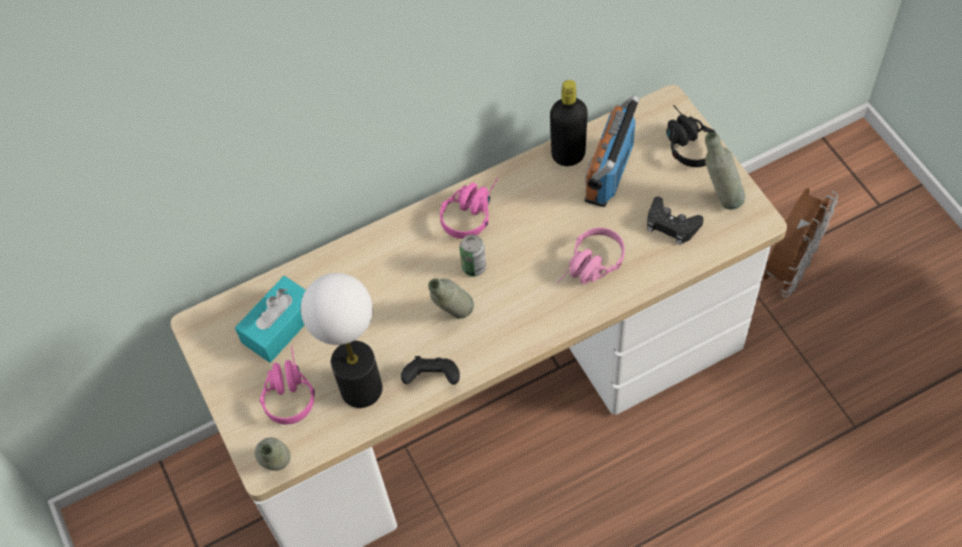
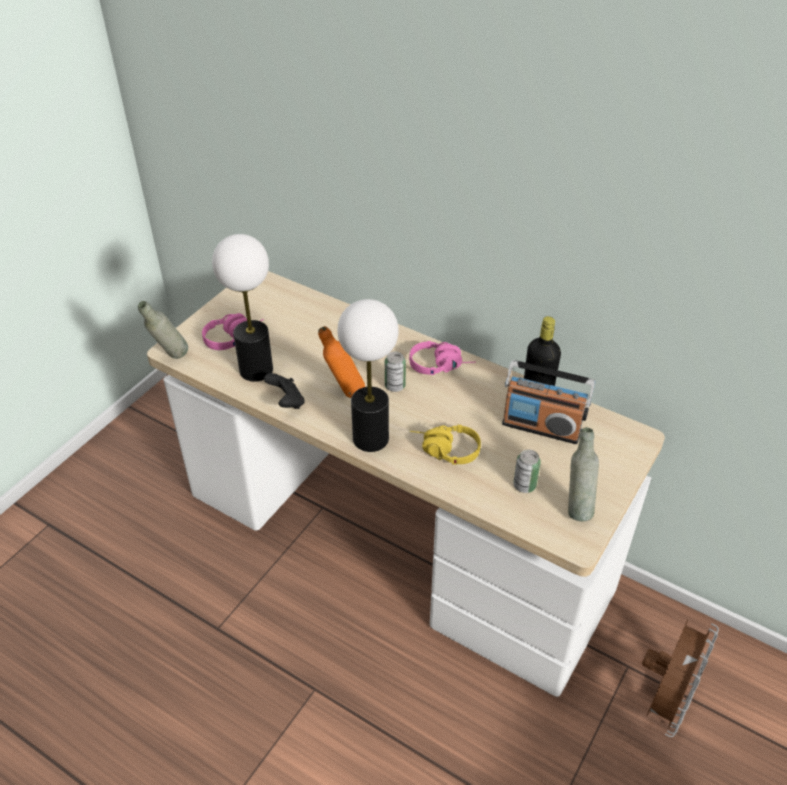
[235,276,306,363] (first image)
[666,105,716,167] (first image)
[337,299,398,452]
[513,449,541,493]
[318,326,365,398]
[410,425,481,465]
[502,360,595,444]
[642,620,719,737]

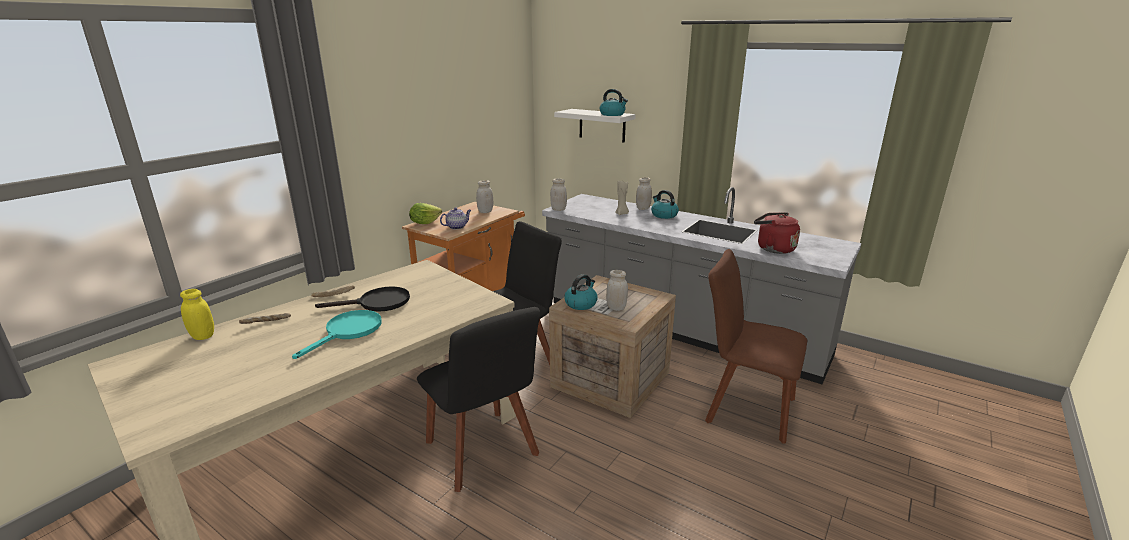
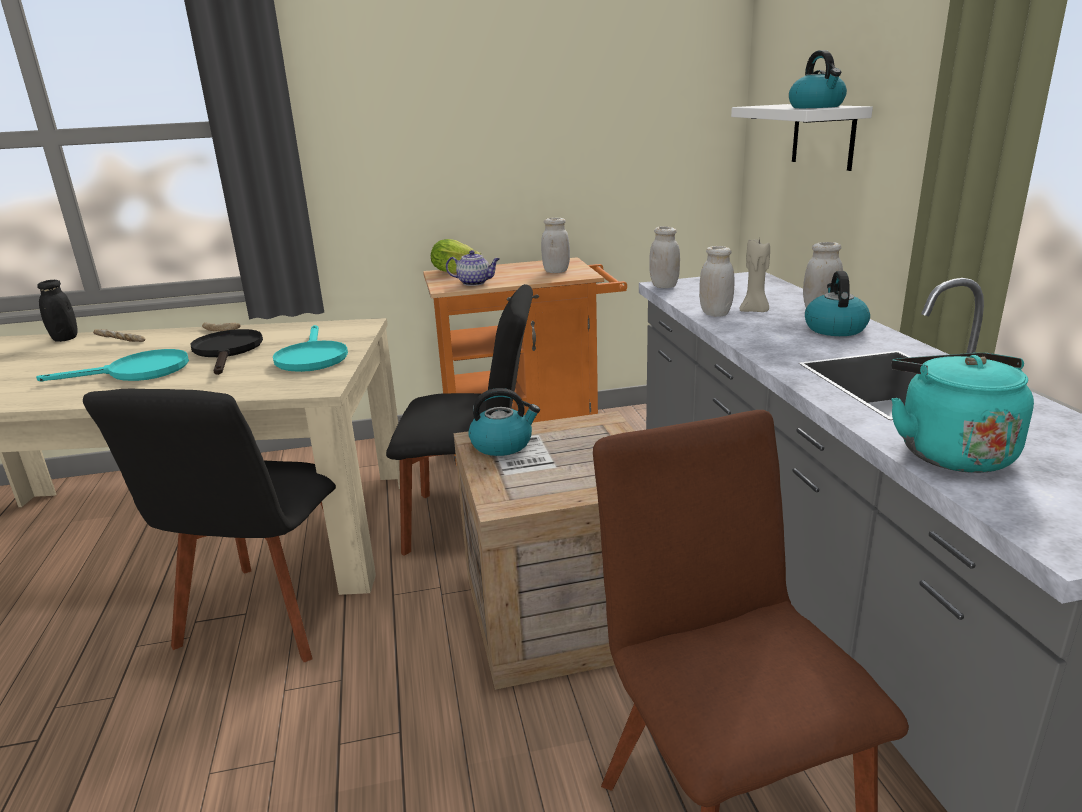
[273,325,348,372]
[699,246,735,317]
[37,280,78,342]
[891,353,1034,473]
[190,329,263,375]

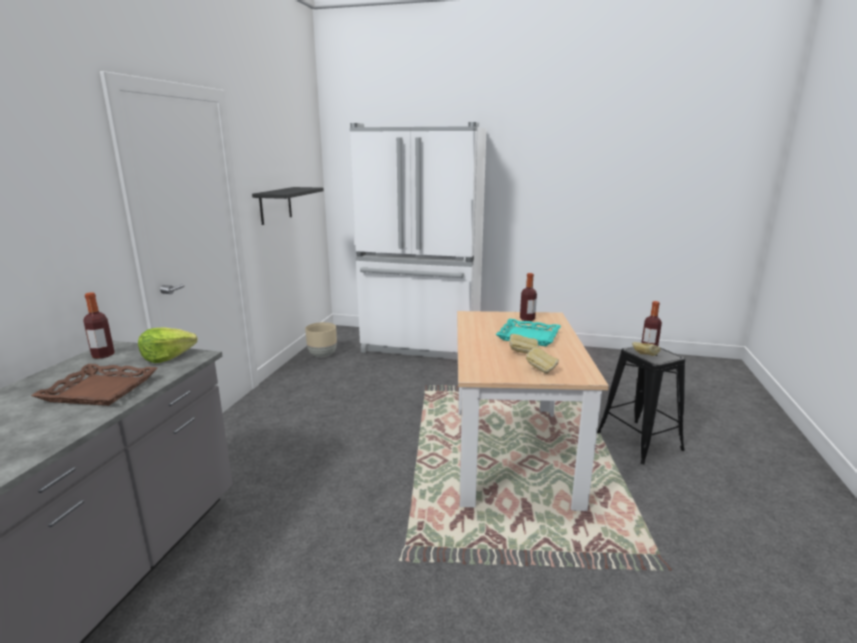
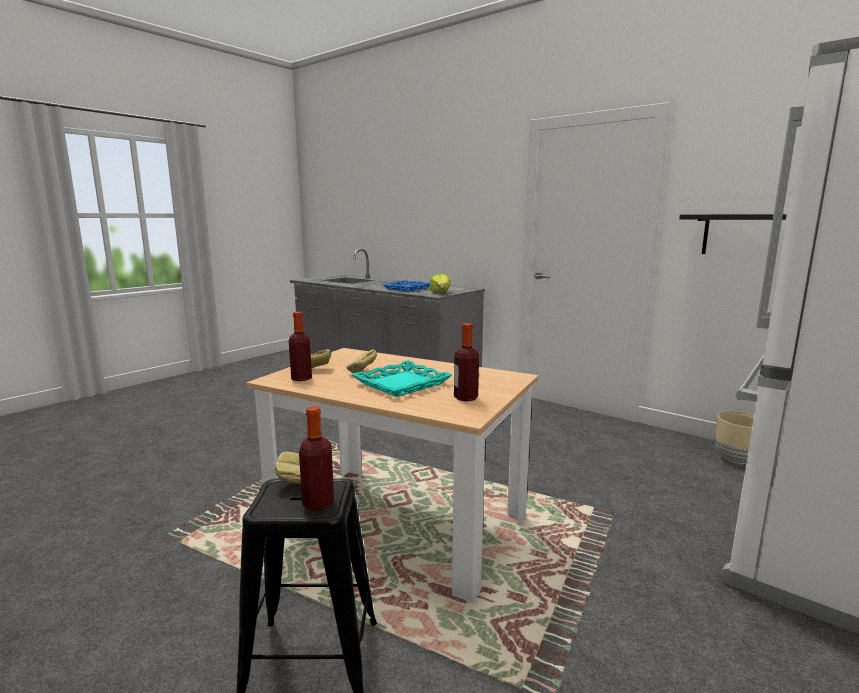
[289,312,312,381]
[382,280,430,292]

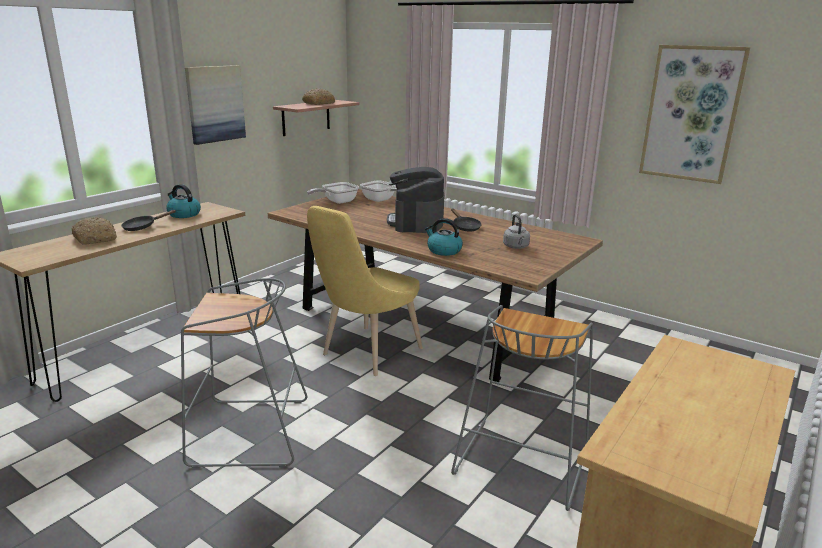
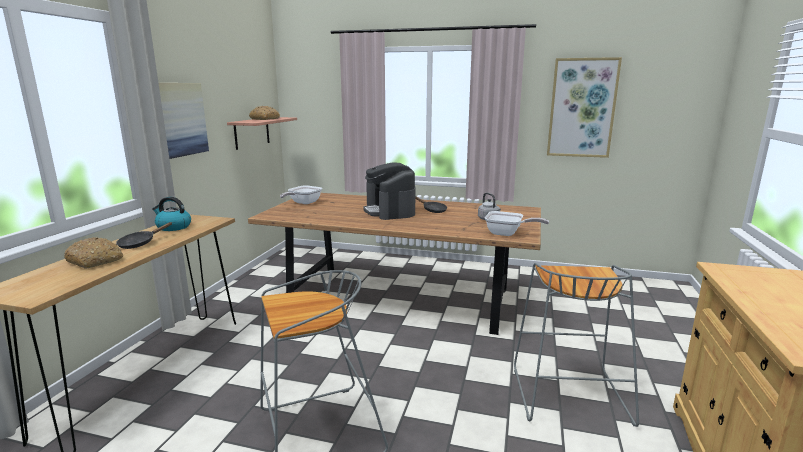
[307,206,423,376] (first image)
[425,218,463,256] (first image)
[485,211,549,236]

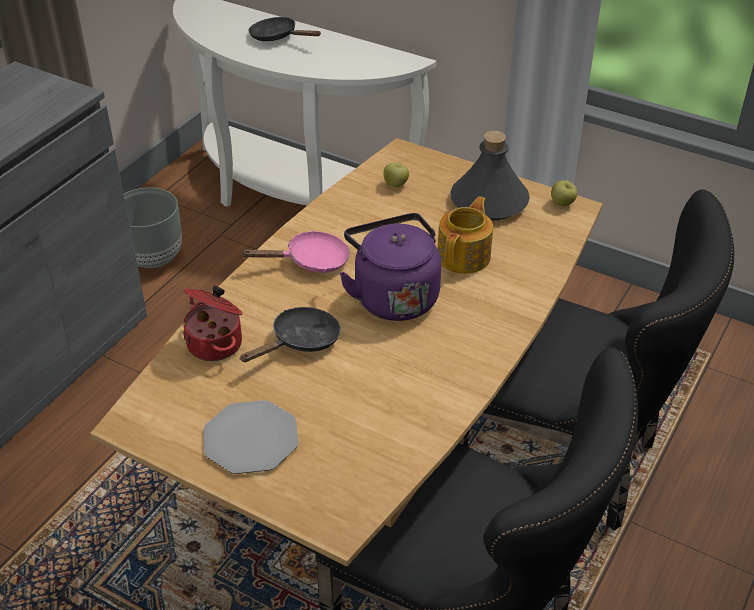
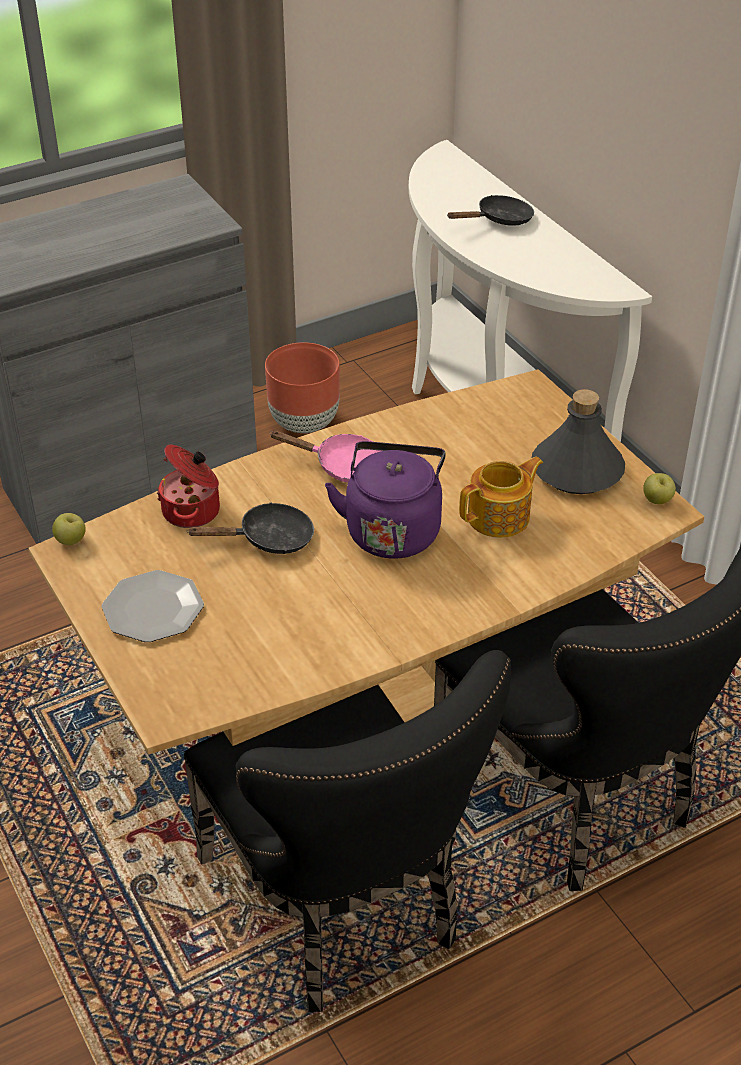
[52,513,86,545]
[265,342,340,433]
[447,195,534,226]

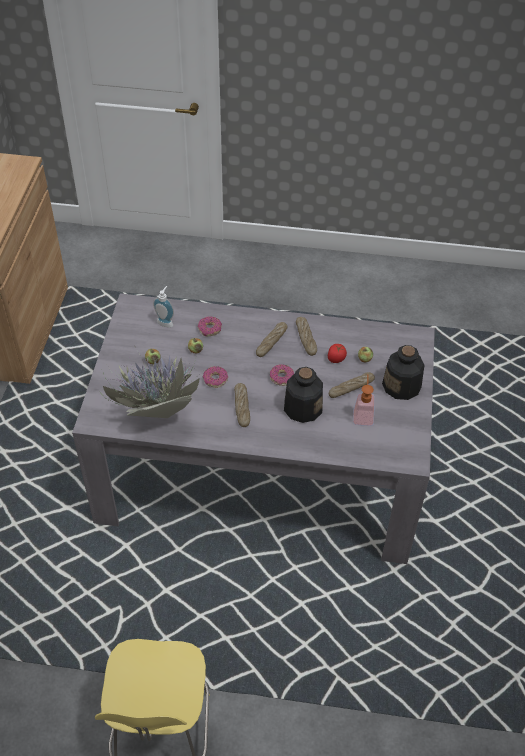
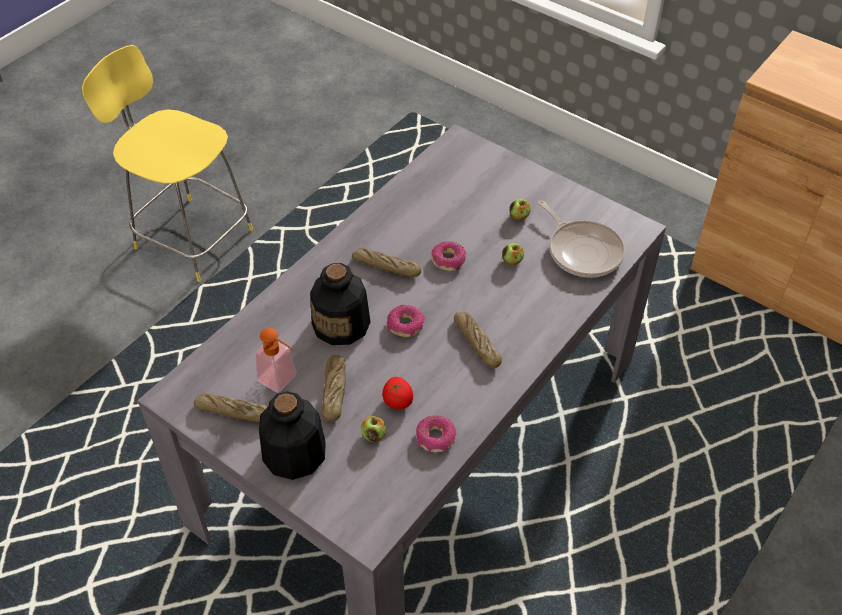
[99,351,203,418] (first image)
[416,415,456,452]
[194,393,268,422]
[538,200,625,278]

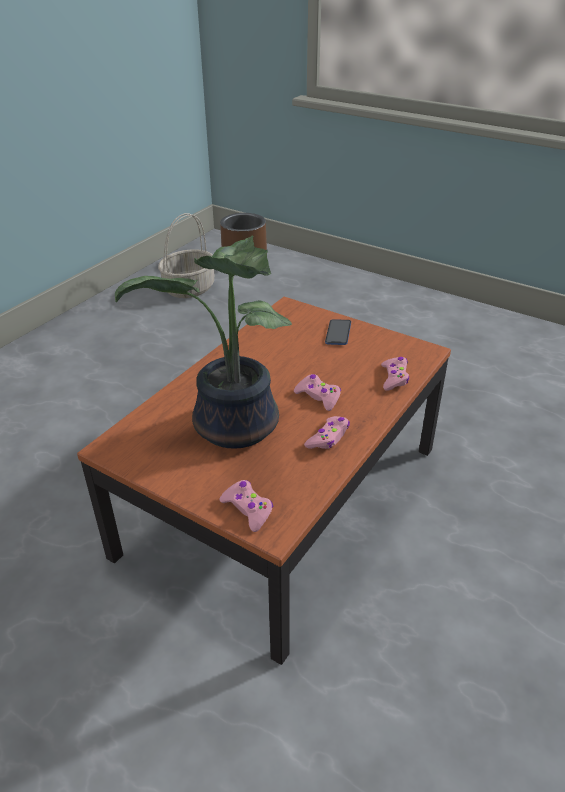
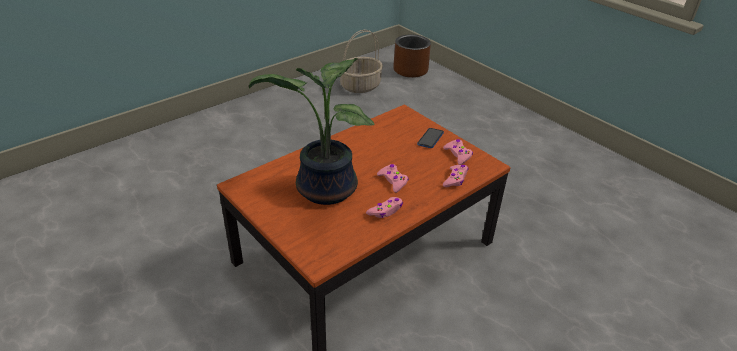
[443,139,473,165]

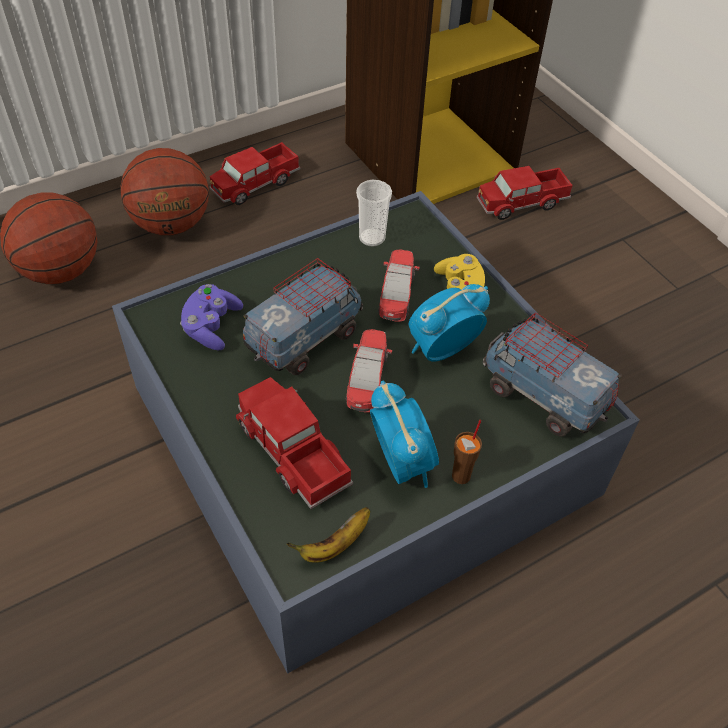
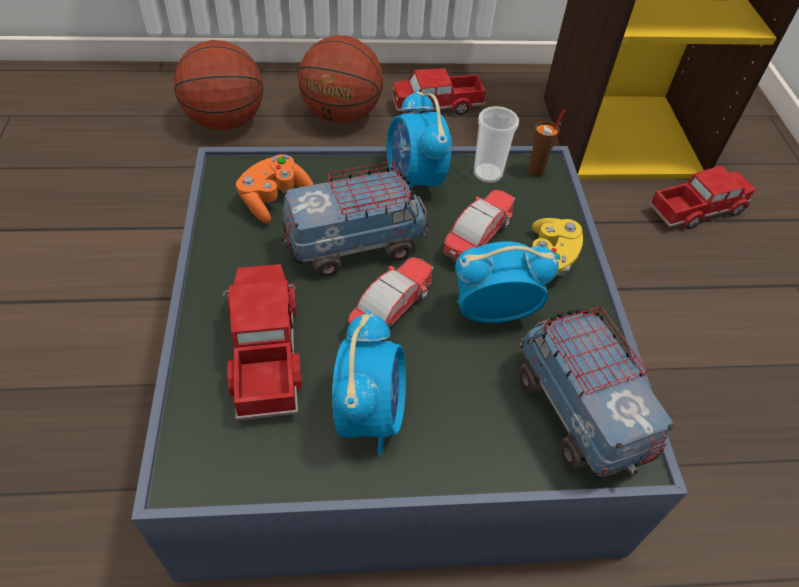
[286,507,370,563] (first image)
[386,89,452,191]
[528,109,565,177]
[236,154,314,224]
[648,165,755,229]

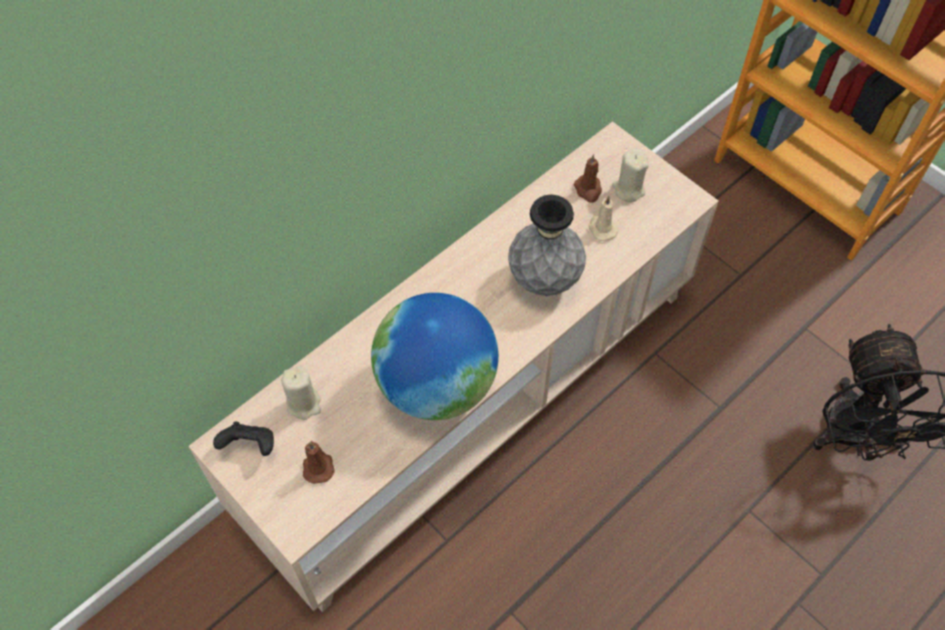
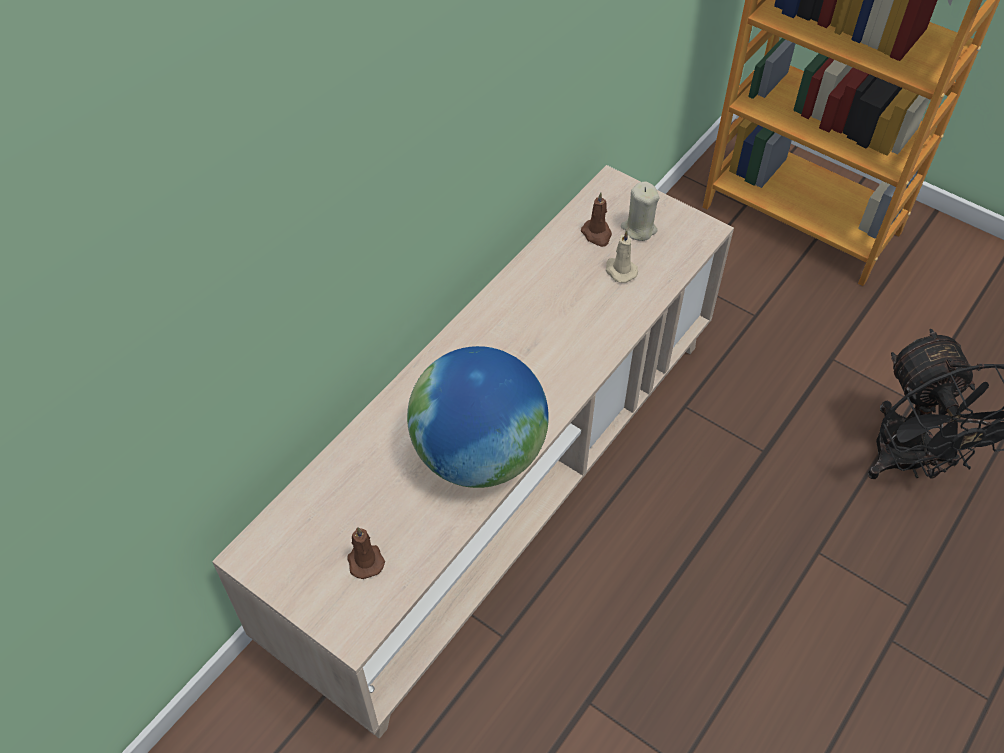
[213,422,274,456] (first image)
[281,366,321,420] (first image)
[508,195,586,296] (first image)

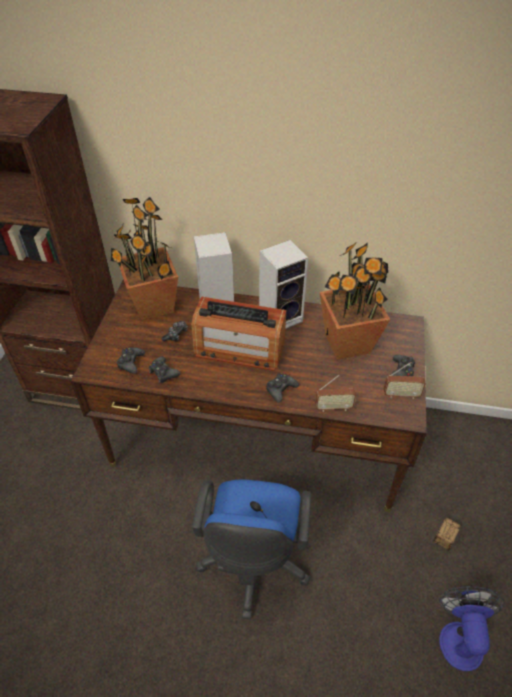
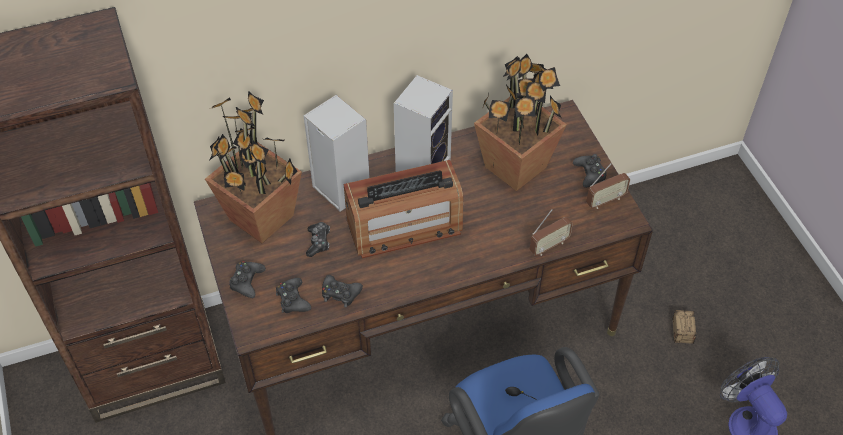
[229,261,266,298]

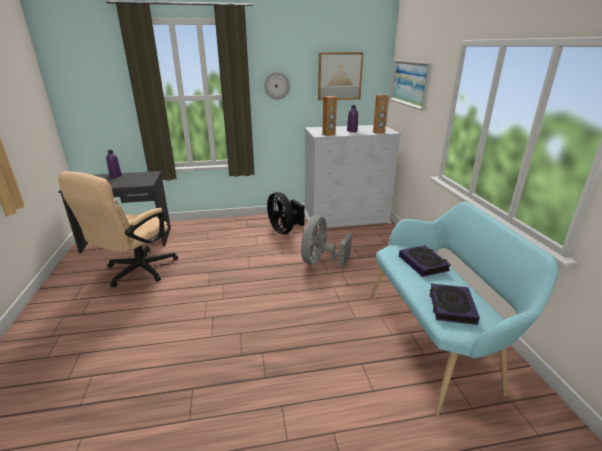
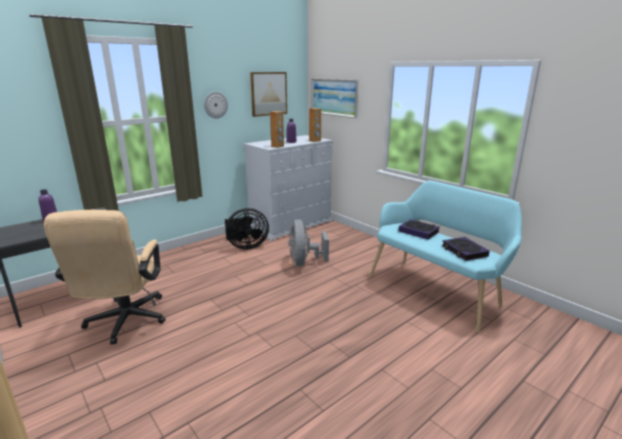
[225,208,269,250]

